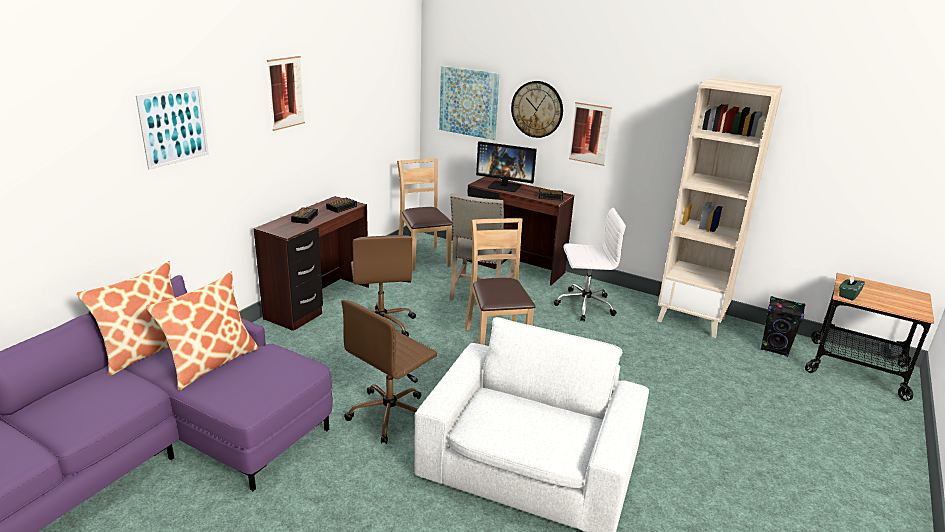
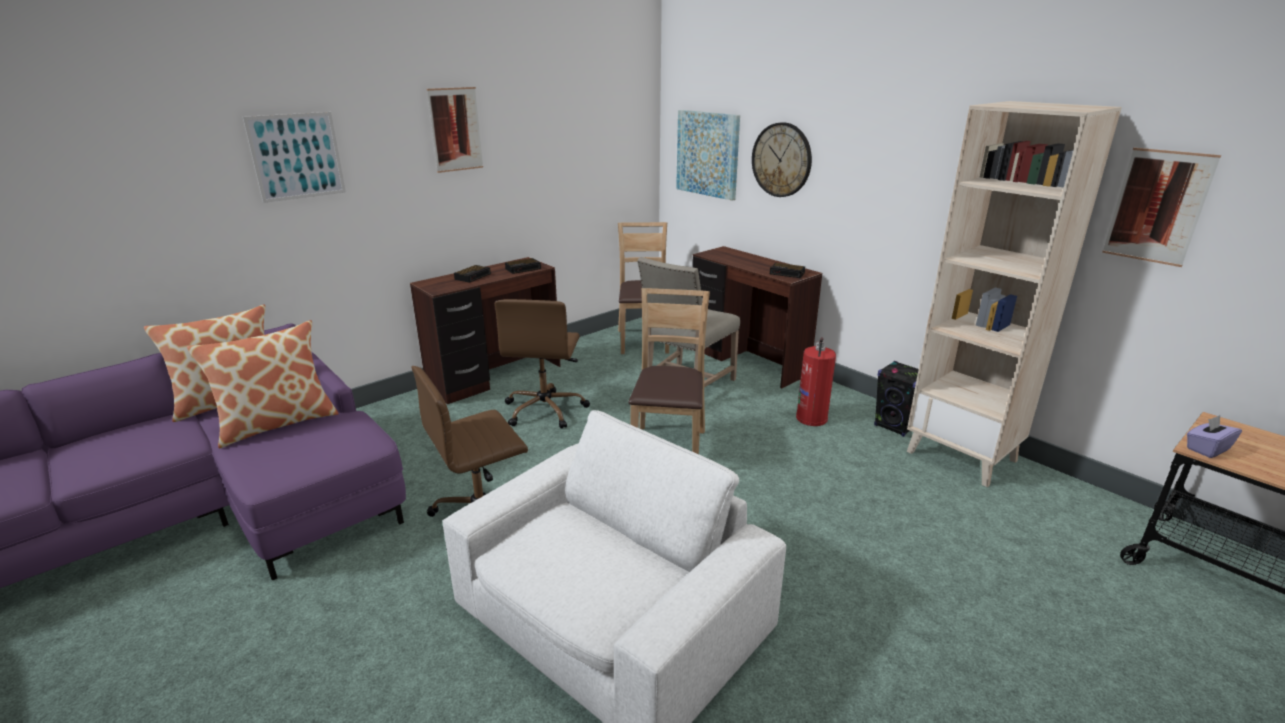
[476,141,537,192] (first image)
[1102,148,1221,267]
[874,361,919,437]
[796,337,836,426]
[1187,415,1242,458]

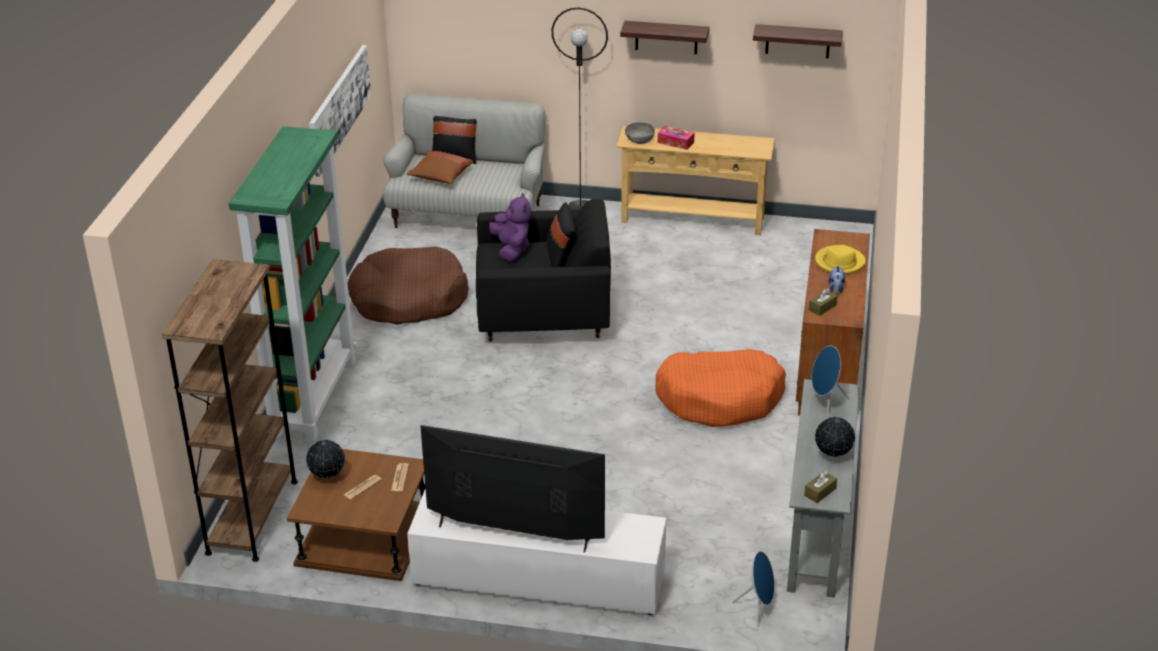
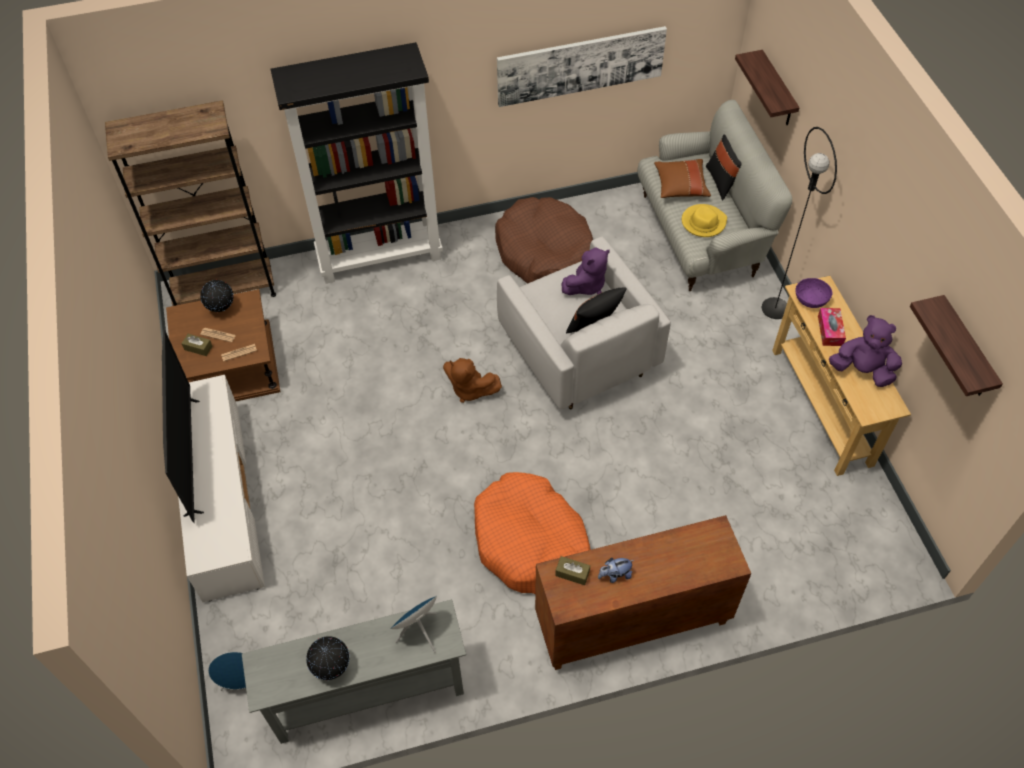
[443,358,502,403]
[829,315,902,387]
[735,50,800,125]
[181,334,213,356]
[682,204,727,237]
[270,42,443,284]
[497,236,671,409]
[795,278,832,308]

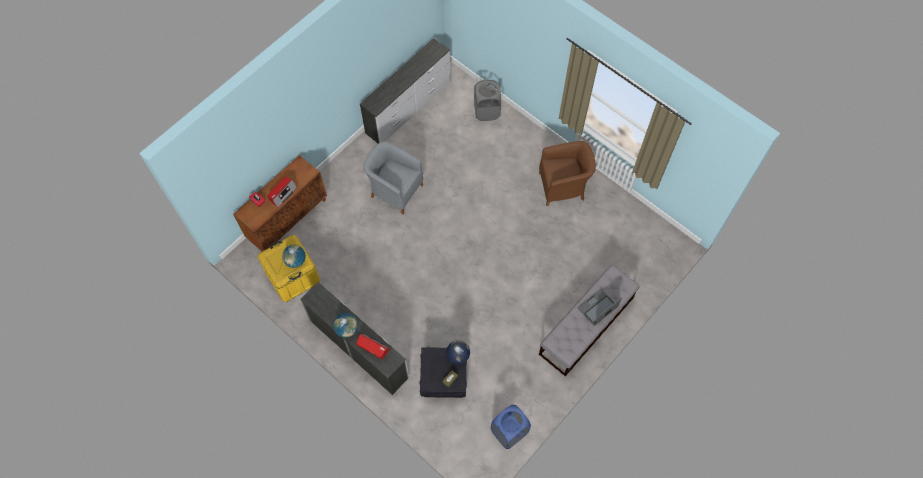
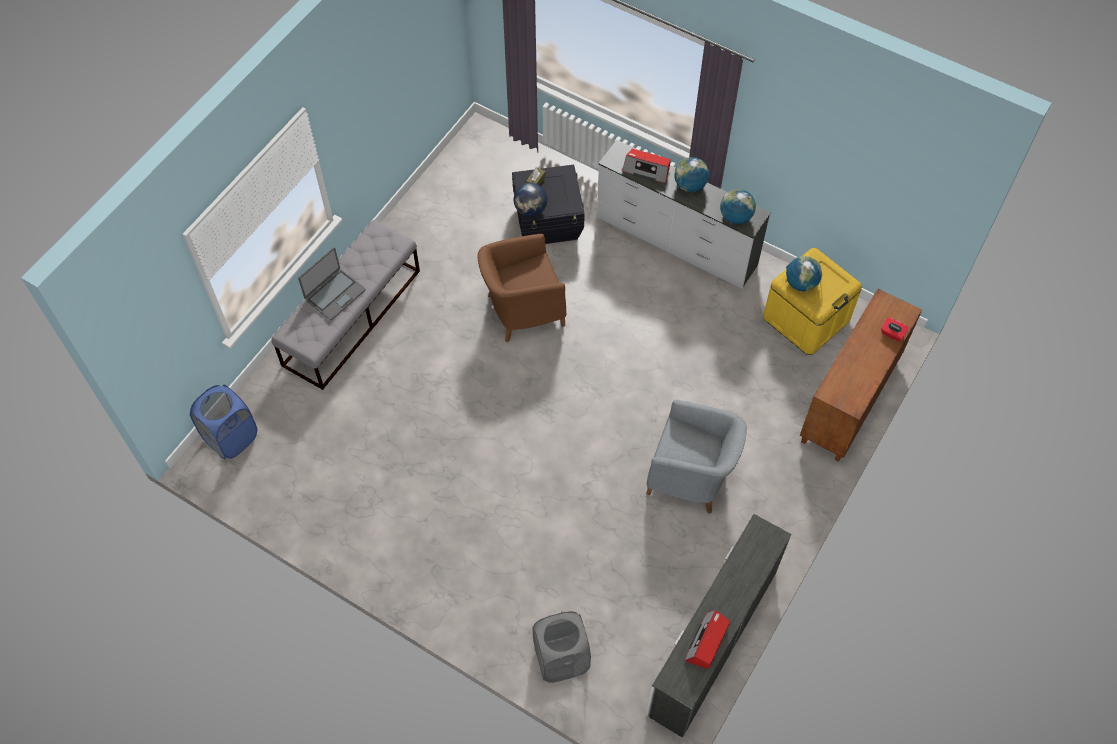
[720,189,756,224]
[684,610,730,669]
[190,385,257,459]
[477,234,566,342]

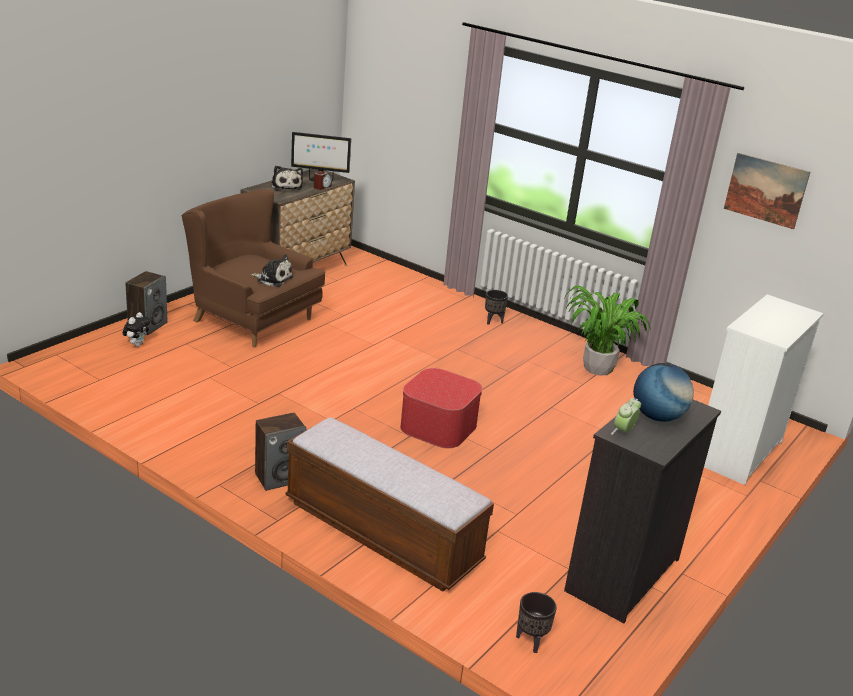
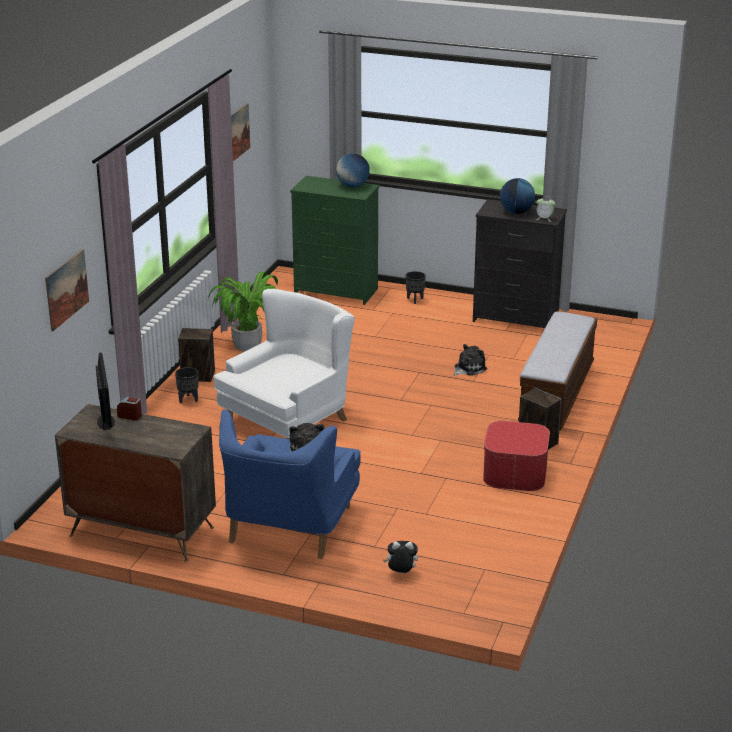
[45,249,89,331]
[213,289,355,439]
[336,153,370,187]
[178,328,215,382]
[453,344,487,376]
[483,421,550,491]
[406,271,426,304]
[219,409,361,559]
[290,176,379,305]

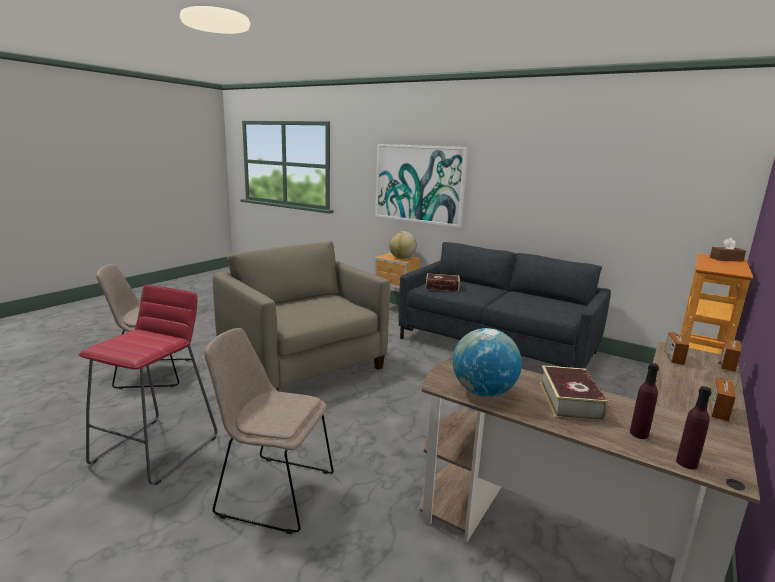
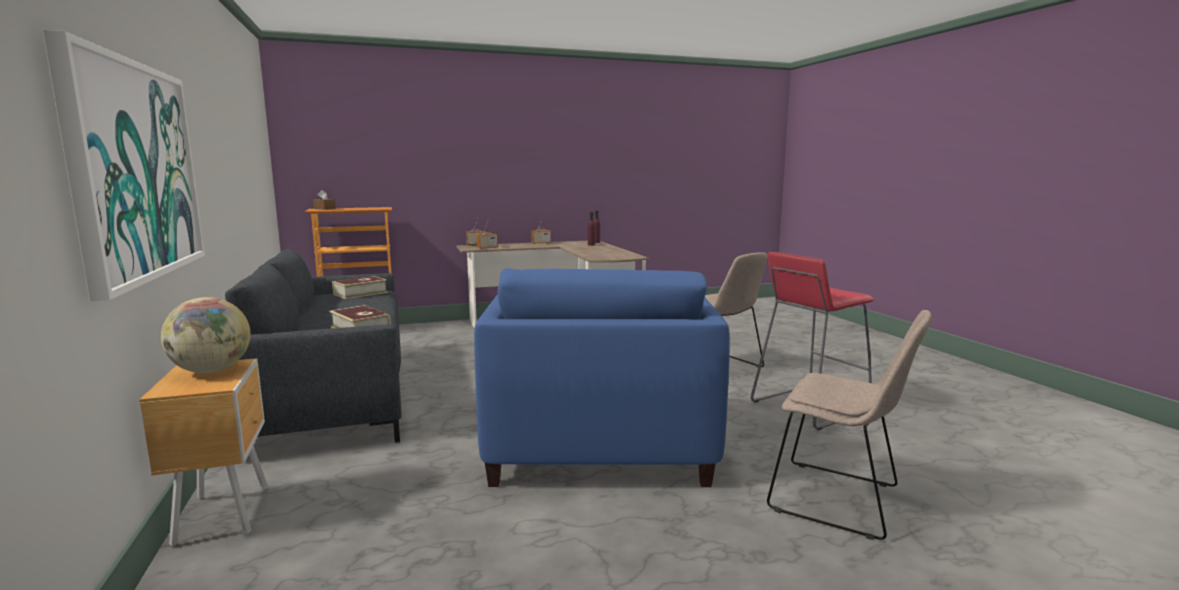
[453,328,522,397] (first image)
[332,276,388,299]
[474,268,730,487]

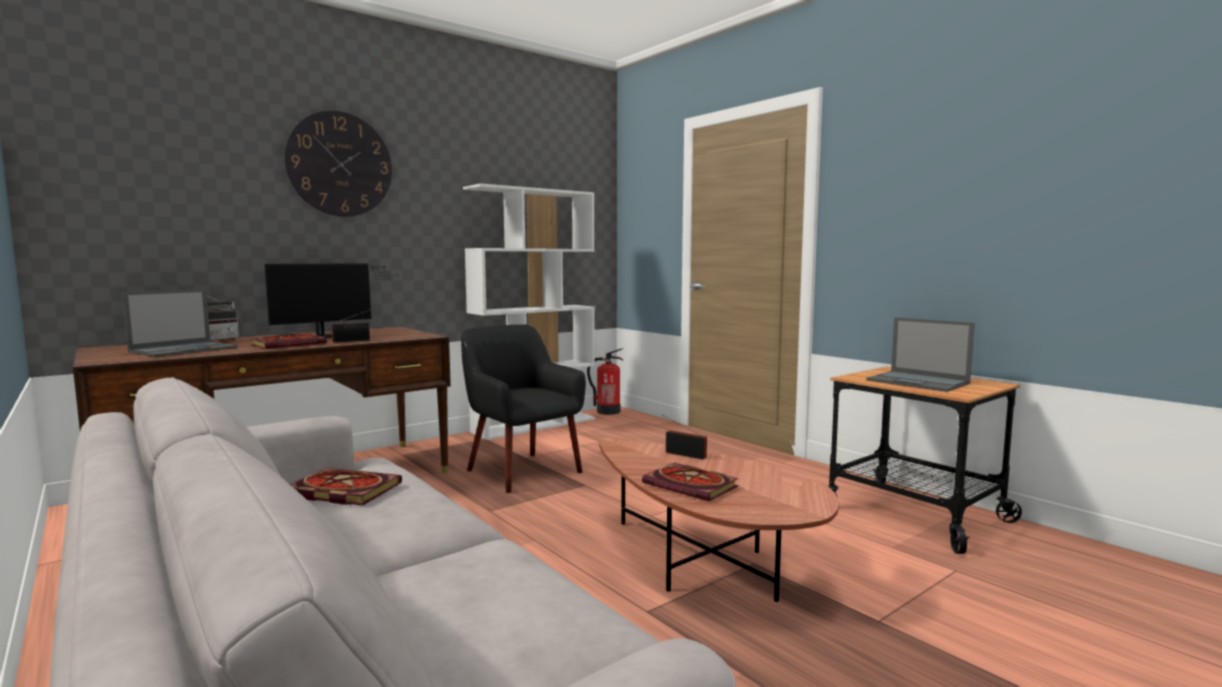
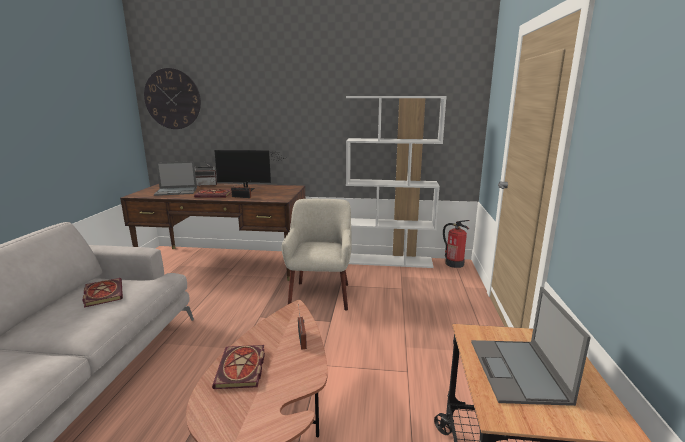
[144,68,201,129]
[282,199,352,311]

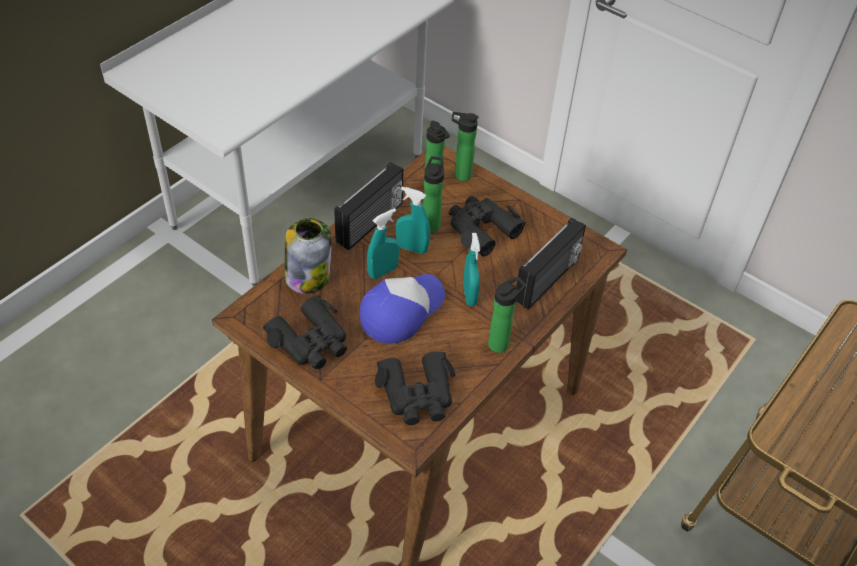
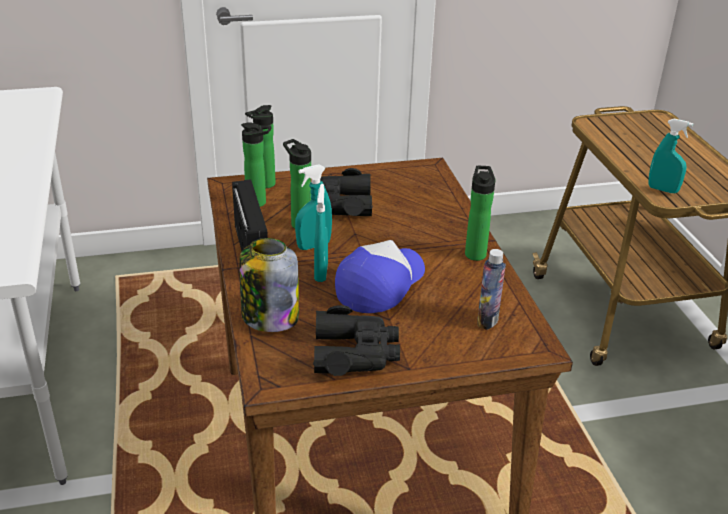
[516,217,586,310] (first image)
[648,119,693,193]
[477,249,506,330]
[335,240,425,313]

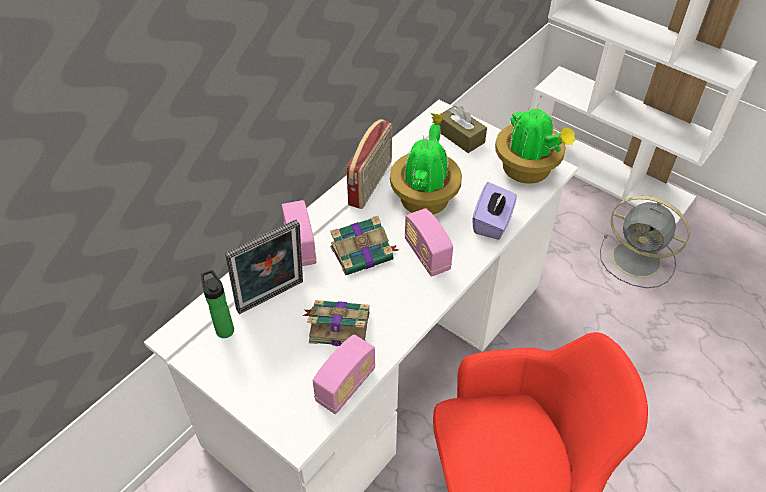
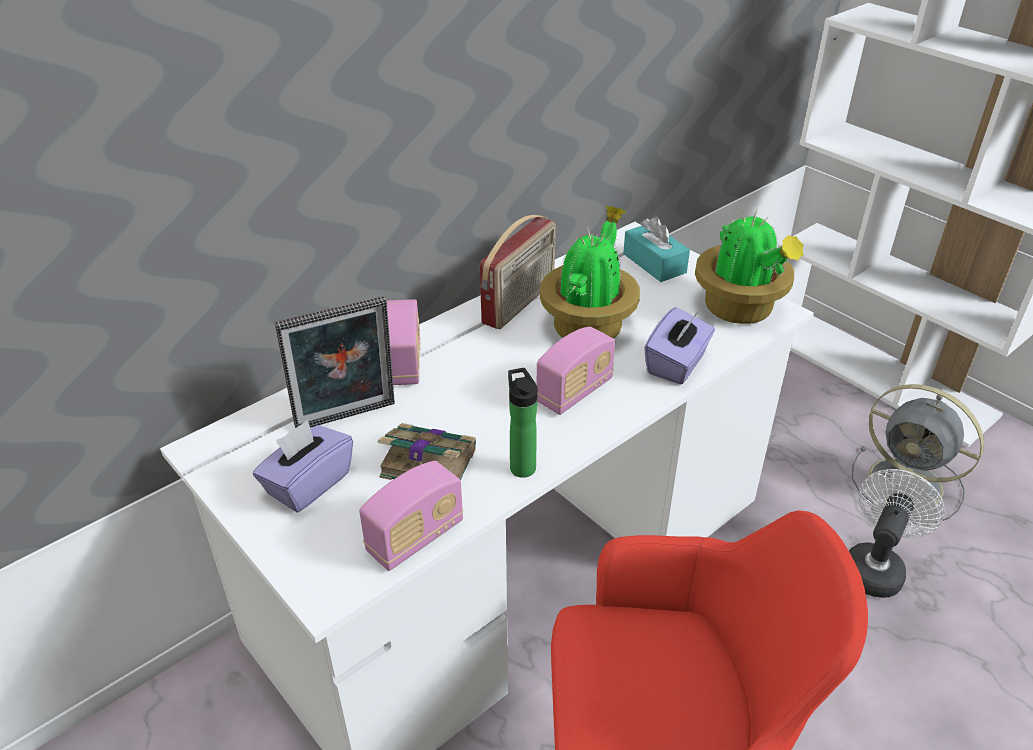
[330,216,399,275] (first image)
[253,420,353,512]
[849,469,944,598]
[508,368,537,478]
[623,216,690,282]
[536,327,615,415]

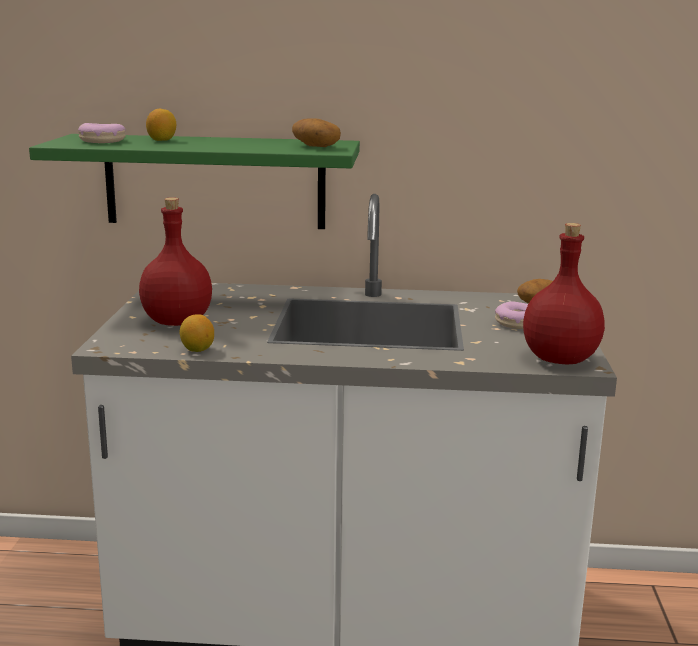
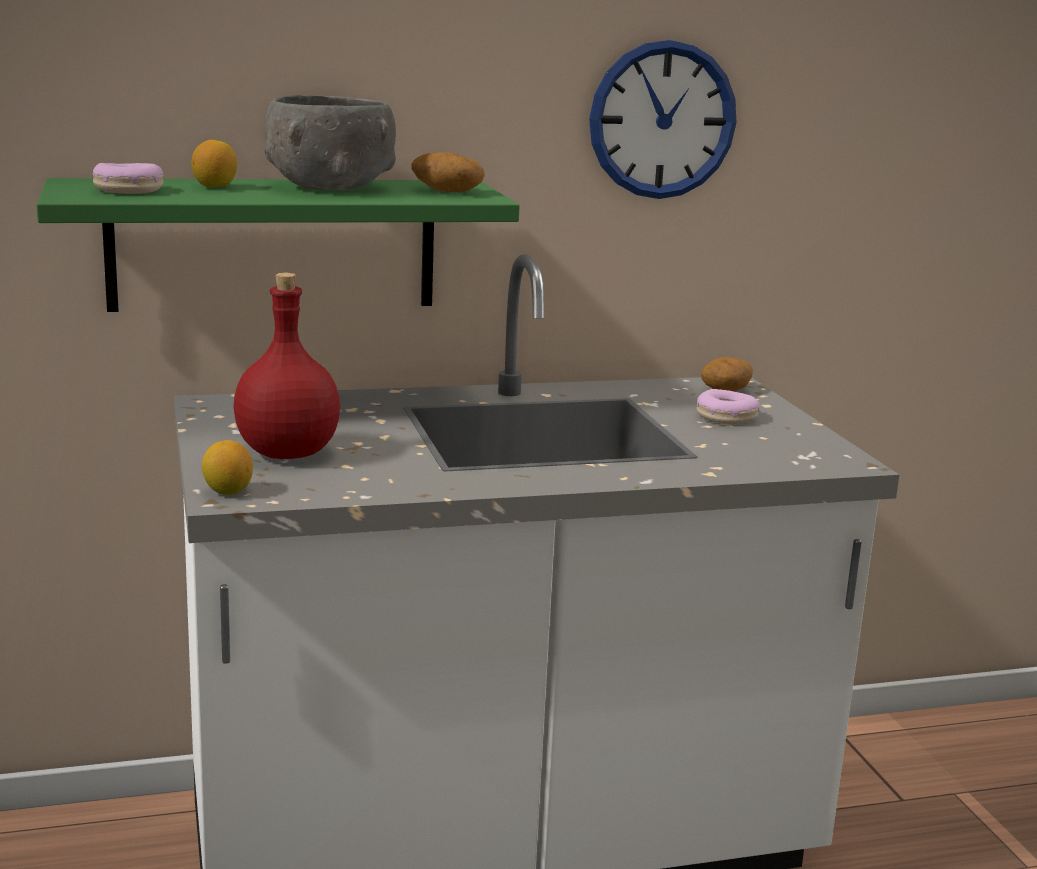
[523,223,605,365] (first image)
[264,95,396,191]
[589,40,737,199]
[202,440,253,495]

